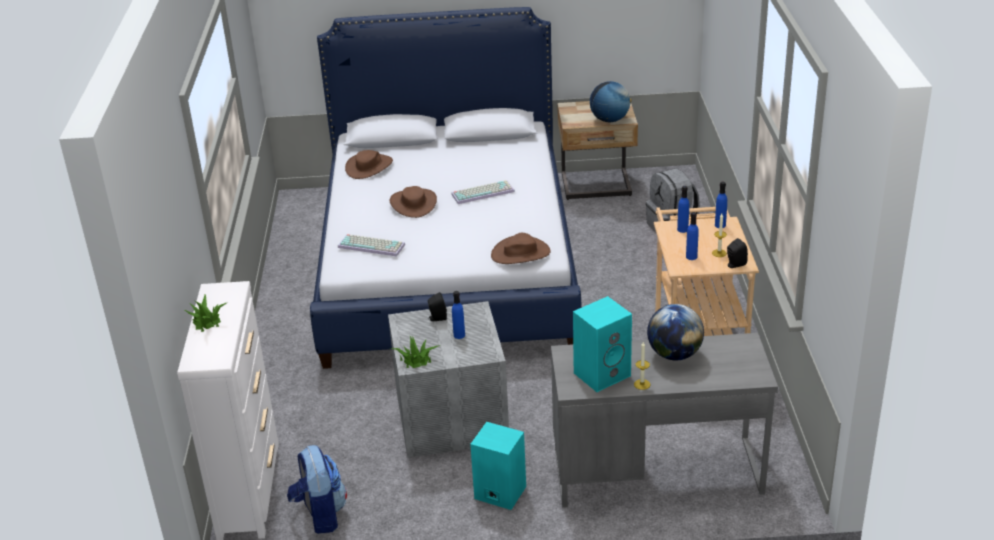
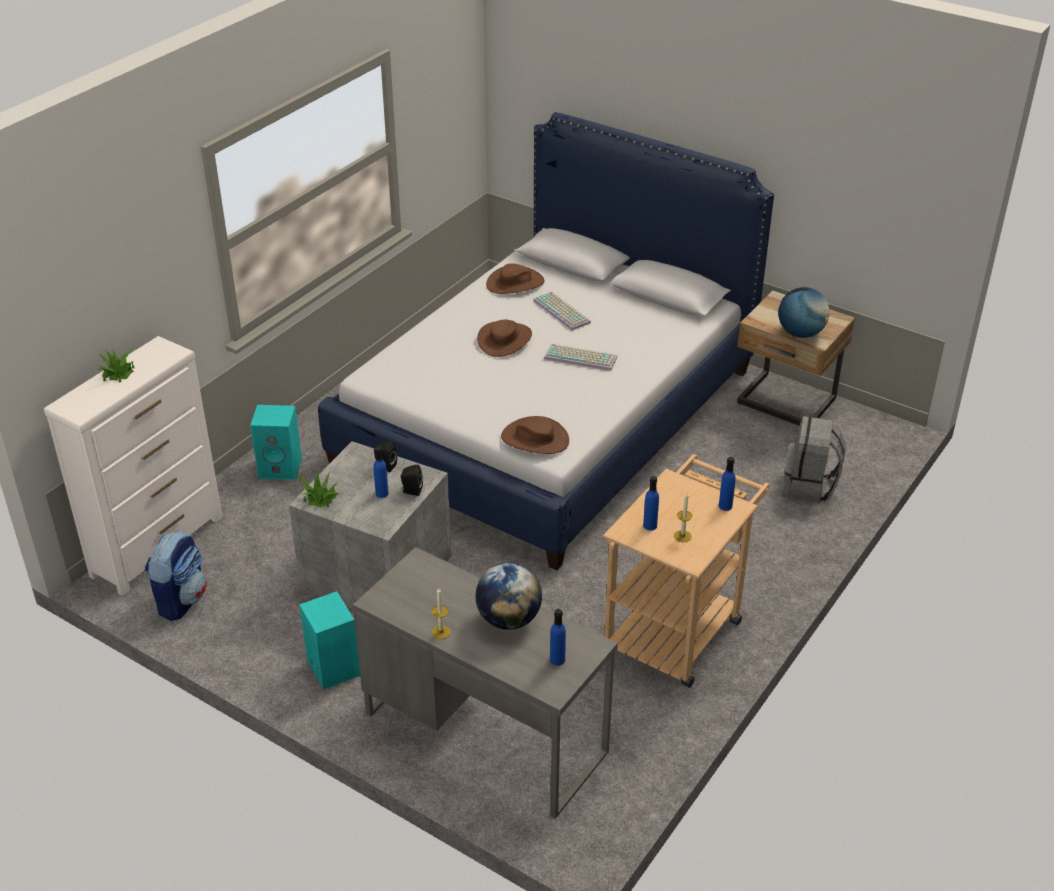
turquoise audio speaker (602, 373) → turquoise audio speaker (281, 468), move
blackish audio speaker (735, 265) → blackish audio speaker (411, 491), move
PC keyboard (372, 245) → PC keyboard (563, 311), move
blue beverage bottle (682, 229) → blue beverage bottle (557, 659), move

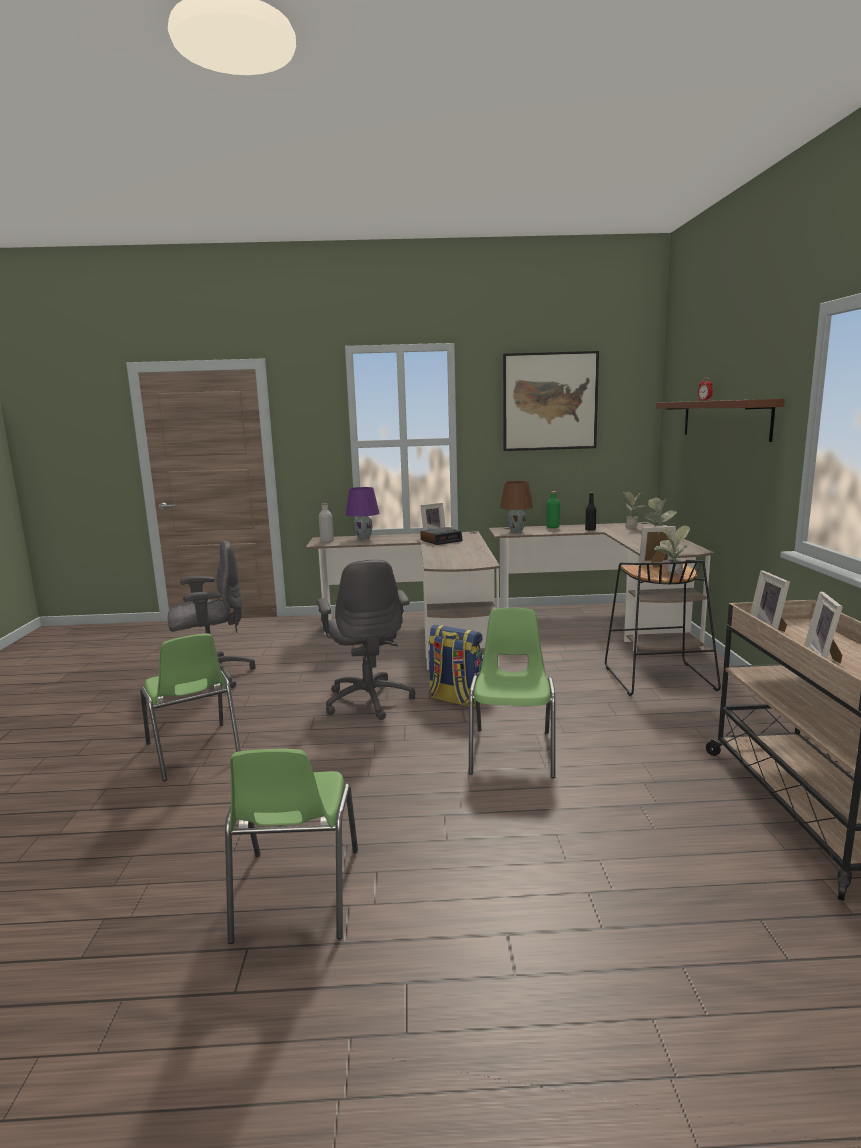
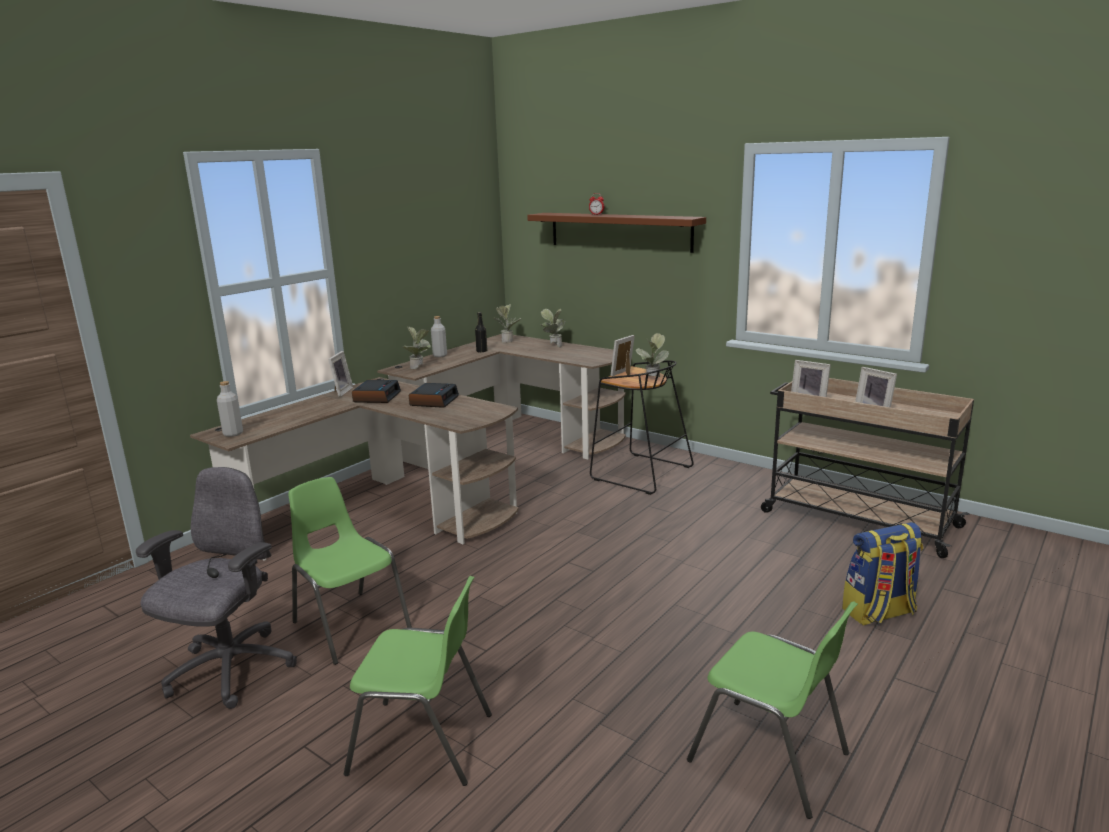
green-coloured upright chair (513, 751) → green-coloured upright chair (350, 624), move
brownish tabletop lamp (516, 531) → houseplant (419, 368)
- → table clock (434, 401)
green-coloured beverage bottle (553, 527) → grey beverage bottle (440, 356)
rucksack (455, 699) → rucksack (879, 613), move
grey desk chair (369, 700) → -
purple tabletop lamp (364, 538) → -
picture (550, 401) → -

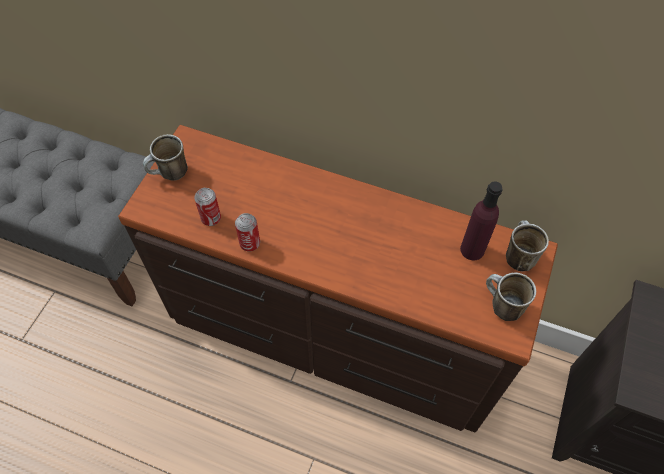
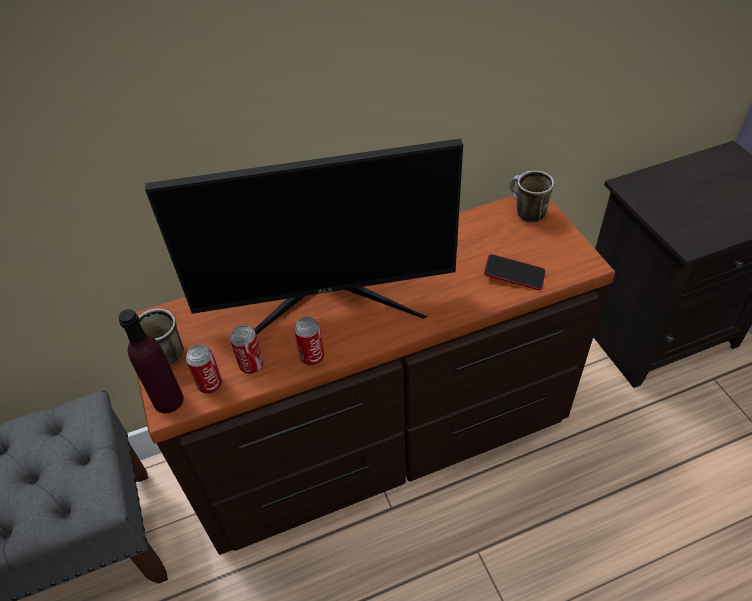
purple beverage bottle (472, 250) → purple beverage bottle (168, 400), move
- → computer display (327, 301)
- → can (210, 384)
- → handset (514, 275)
mug (500, 306) → -

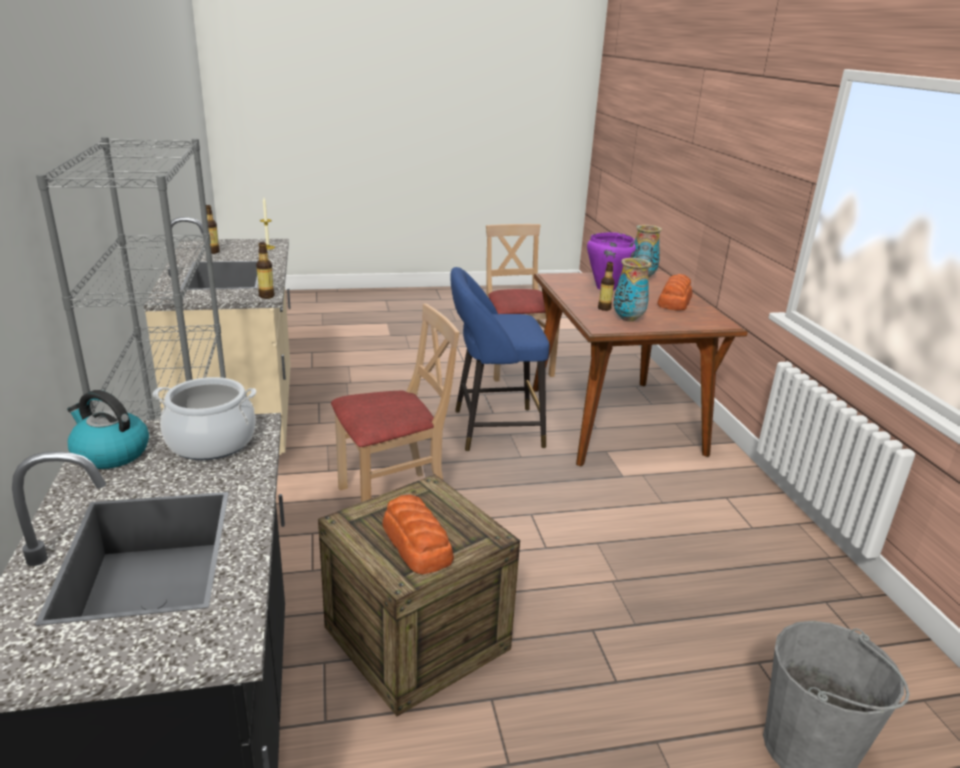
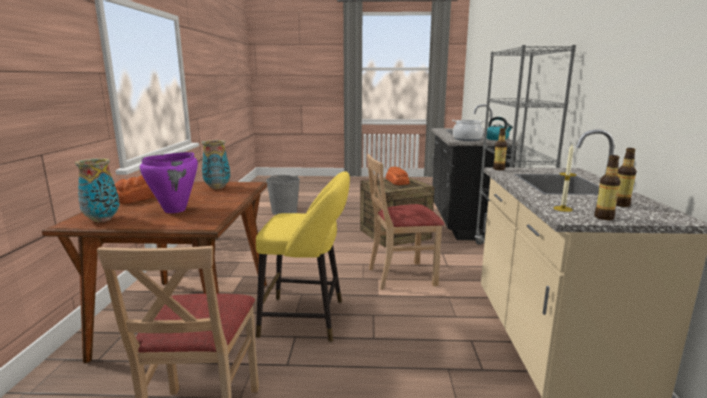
blue stool seat (492, 429) → yellowish stool seat (308, 318)
beverage bottle (604, 308) → beverage bottle (604, 217), move

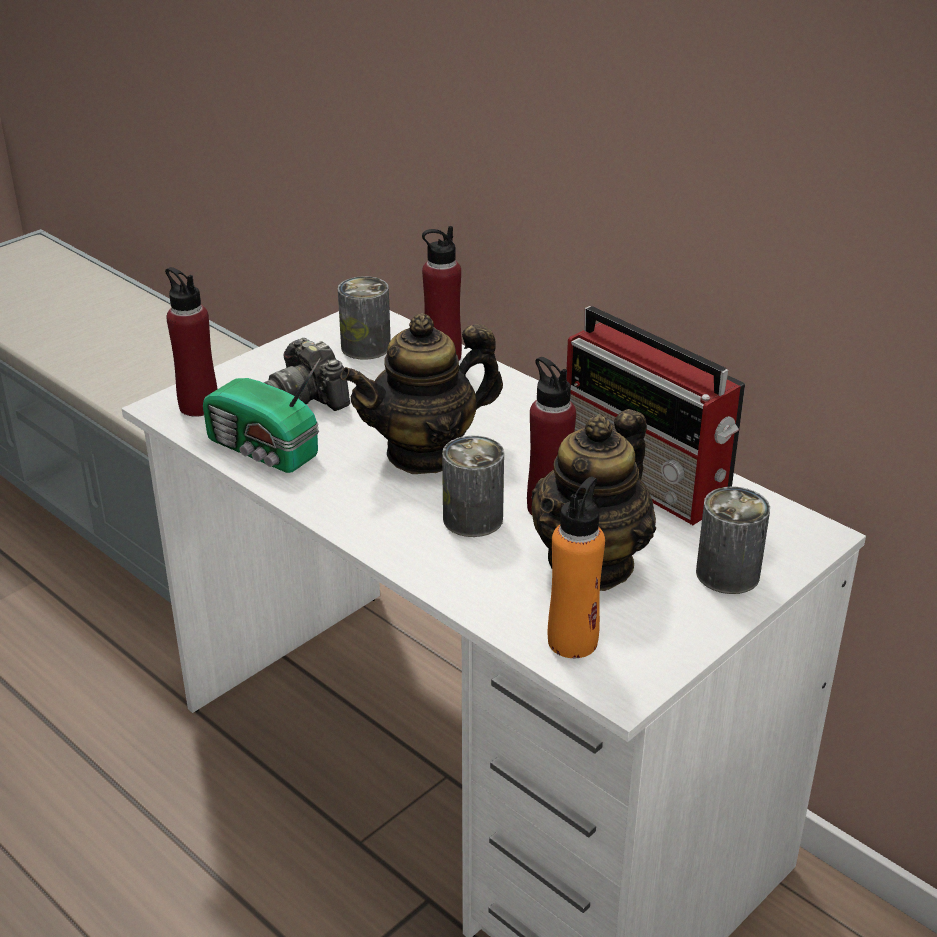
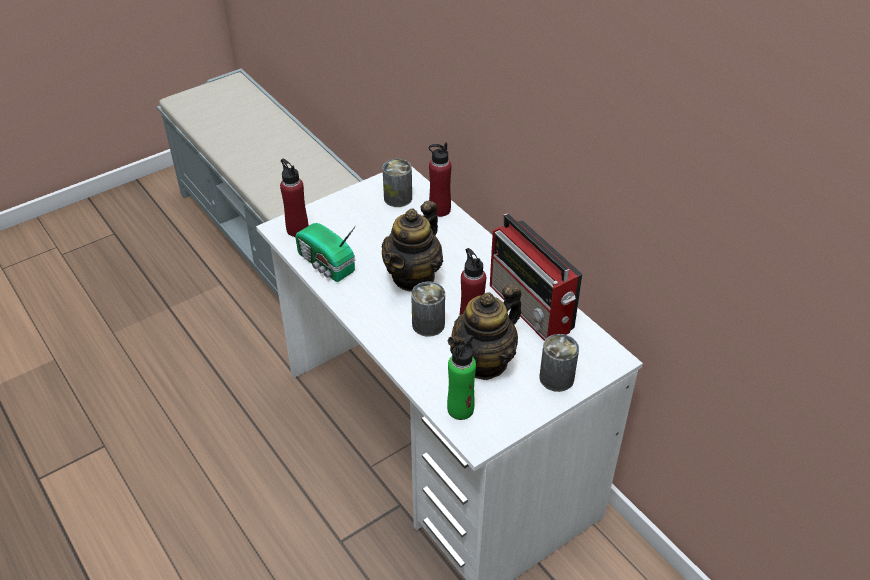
pot for tea (425, 452) → pot for tea (413, 276), 45 degrees counterclockwise
orangey beverage bottle (573, 641) → green-coloured beverage bottle (460, 409)
photo camera (307, 398) → -

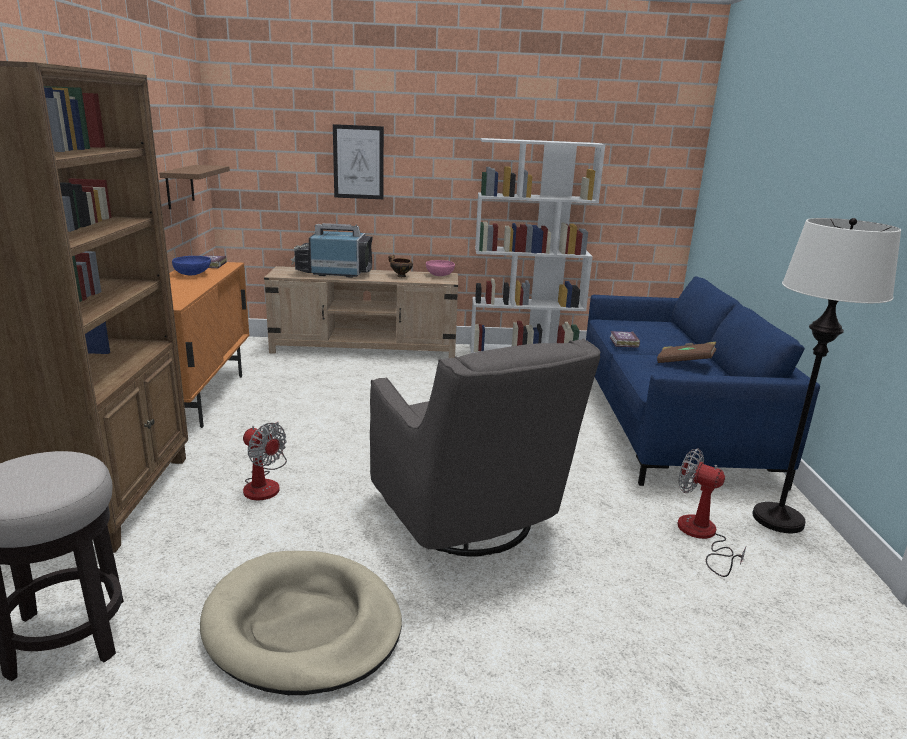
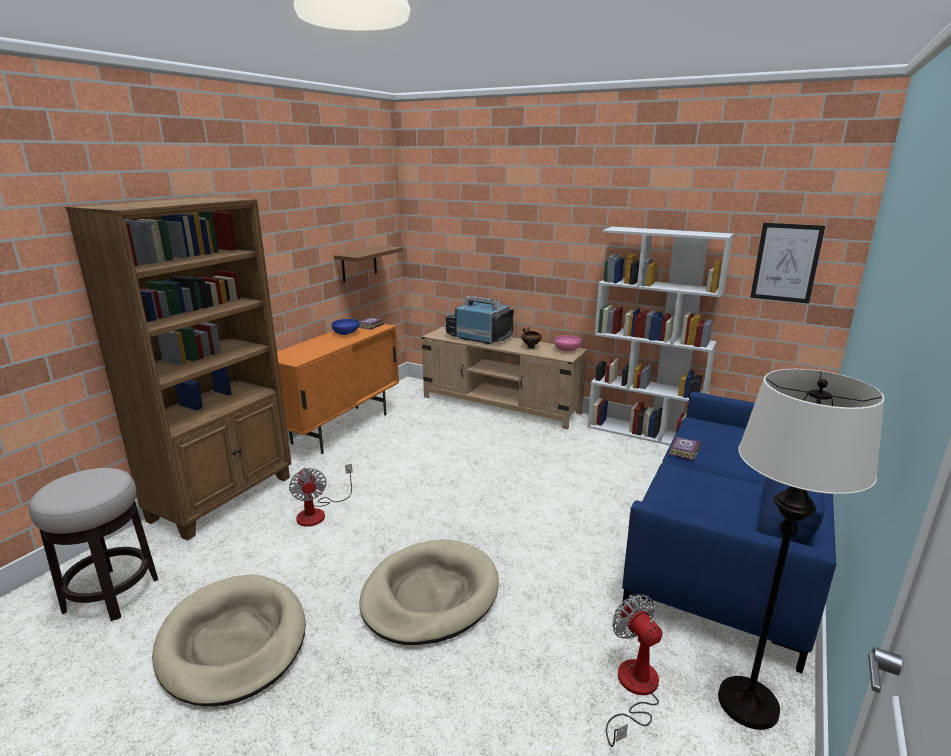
grey easy chair (470, 522) → beige-coloured pet bed (430, 595)
picture (358, 162) → picture (786, 263), move
brownish book (684, 363) → -

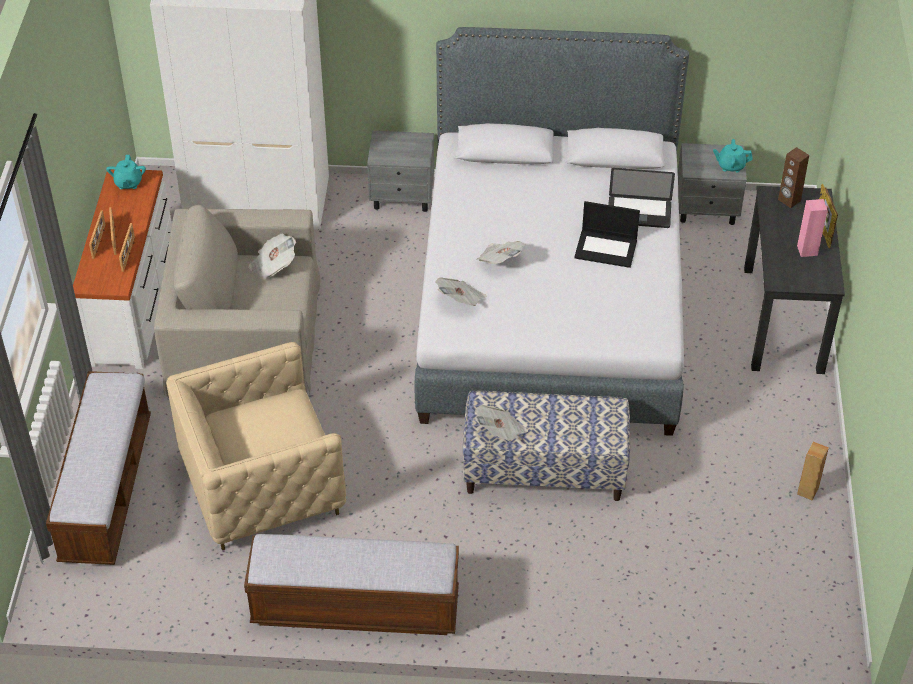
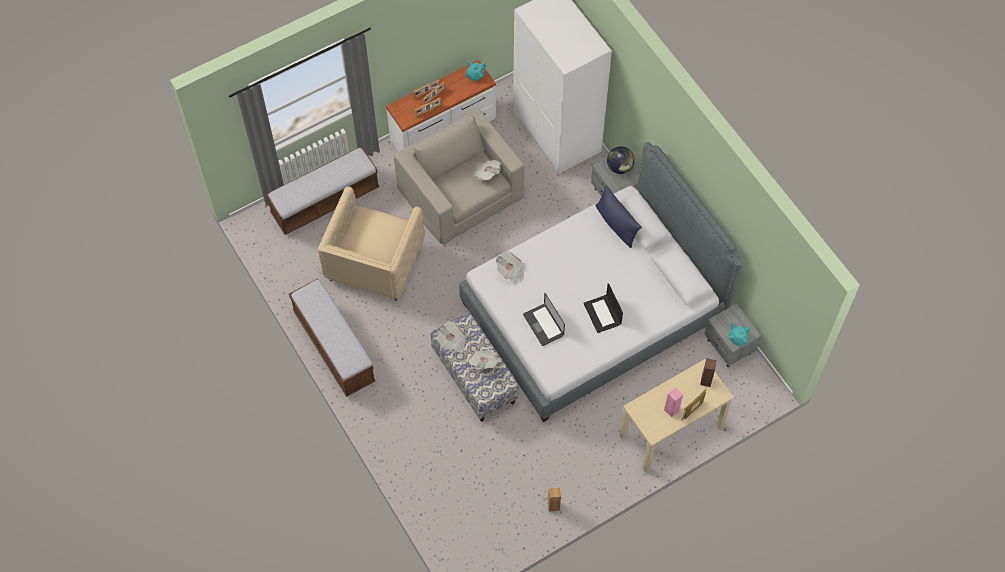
beige-coloured easy chair (262, 485) → beige-coloured easy chair (375, 262), 105 degrees counterclockwise
newspaper (500, 260) → newspaper (484, 362), move
portable computer (639, 213) → portable computer (543, 325), move
- → blue throw pillow (616, 224)
- → world globe (620, 167)
blackish desk table (783, 319) → beige-coloured desk table (671, 431)

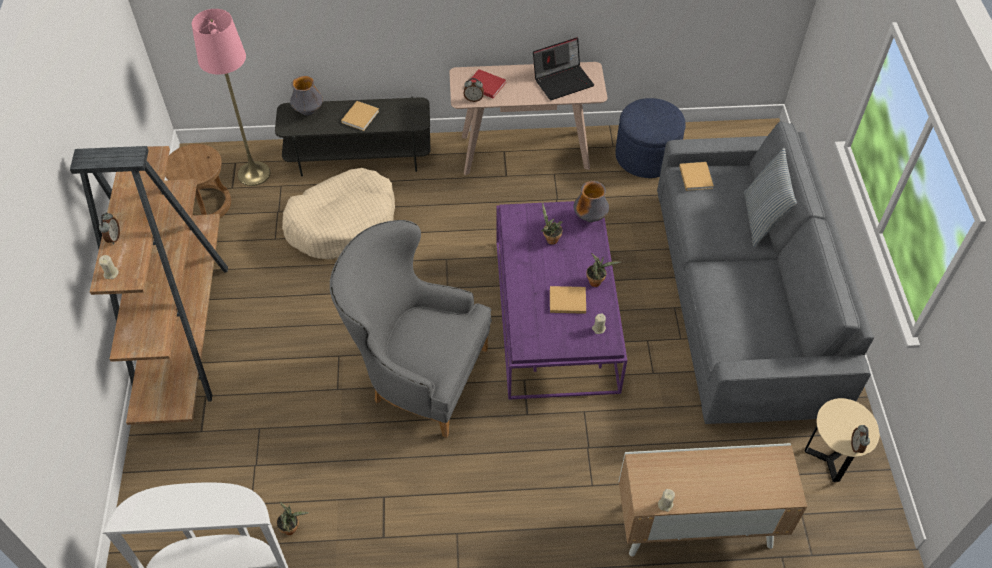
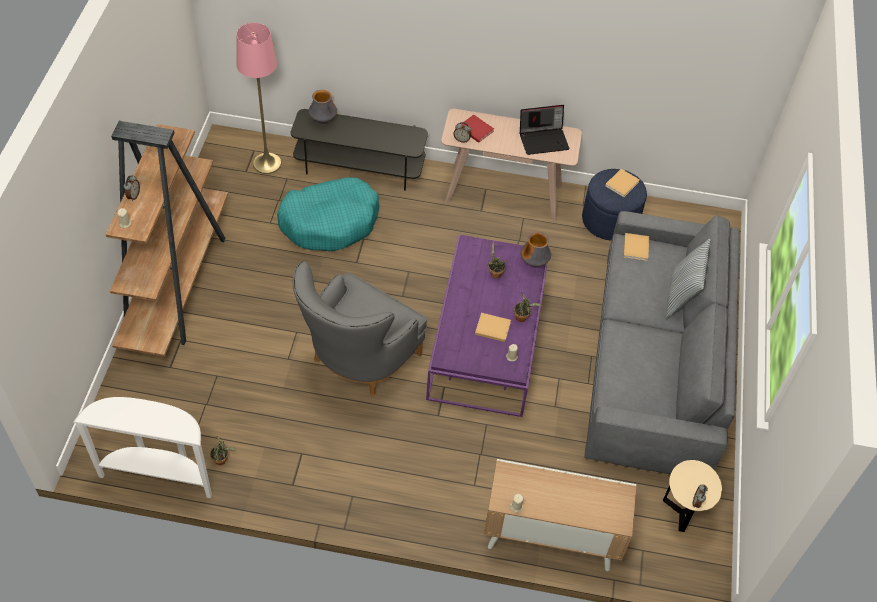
beige-coloured pet bed (343, 223) → turquoise pet bed (330, 222)
grey easy chair (417, 374) → grey easy chair (357, 362), 90 degrees counterclockwise
beige-coloured book (361, 116) → beige-coloured book (622, 183), move
brownish stool seat (205, 204) → -

